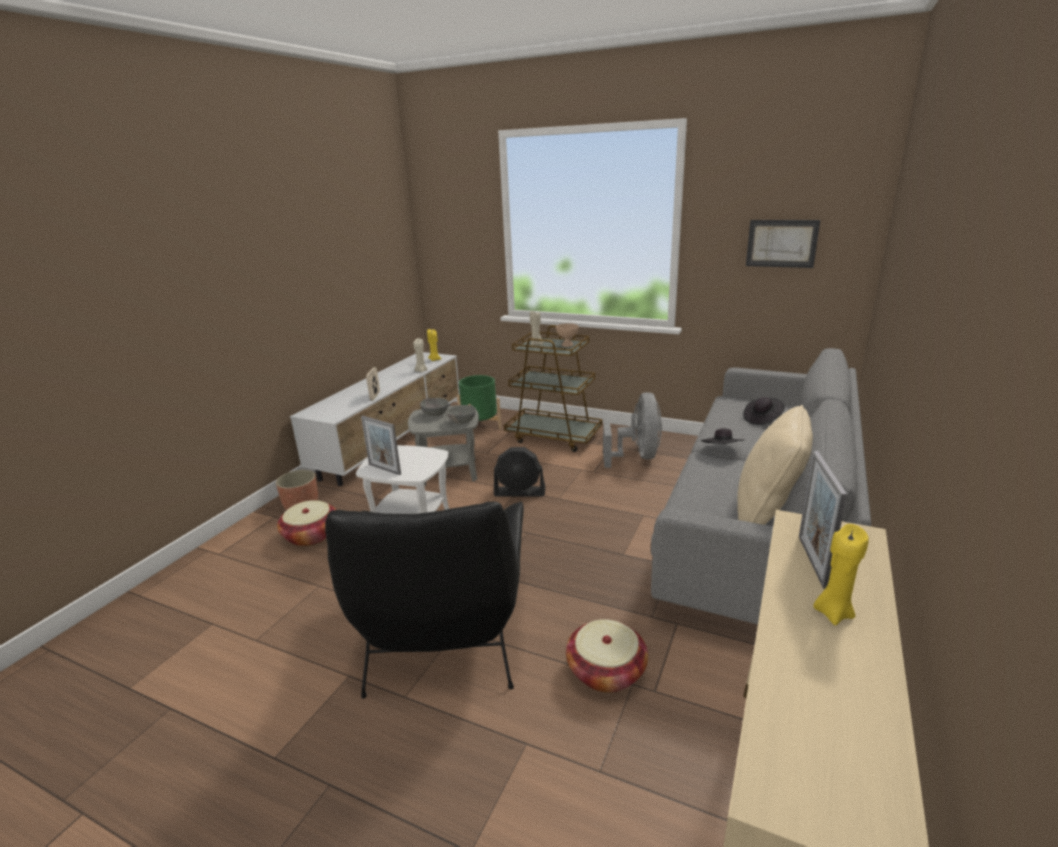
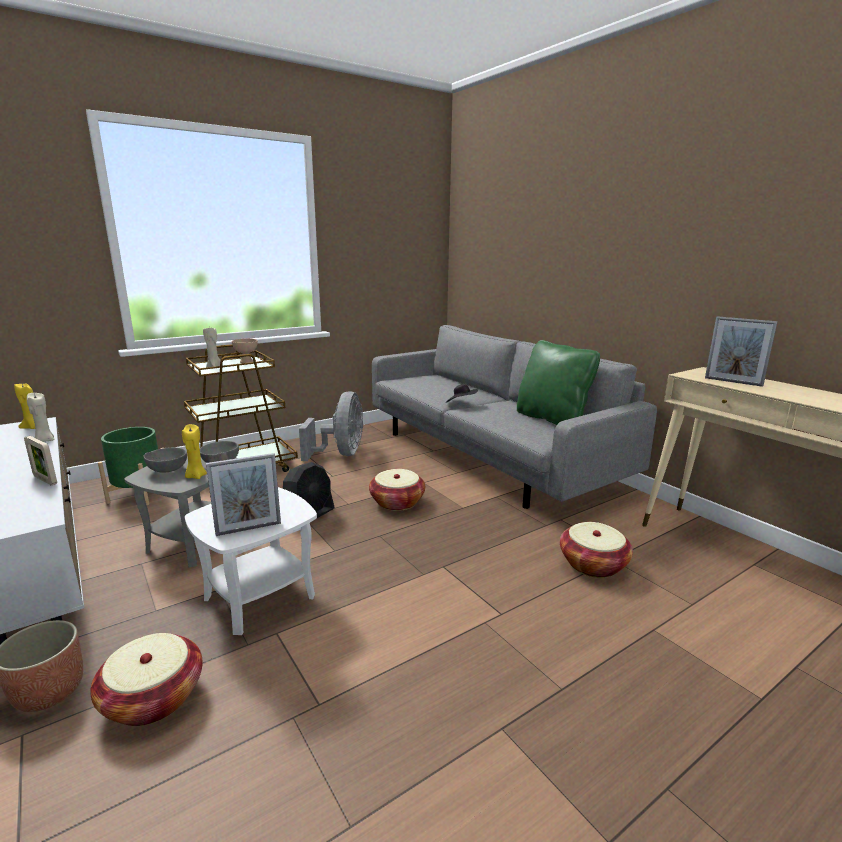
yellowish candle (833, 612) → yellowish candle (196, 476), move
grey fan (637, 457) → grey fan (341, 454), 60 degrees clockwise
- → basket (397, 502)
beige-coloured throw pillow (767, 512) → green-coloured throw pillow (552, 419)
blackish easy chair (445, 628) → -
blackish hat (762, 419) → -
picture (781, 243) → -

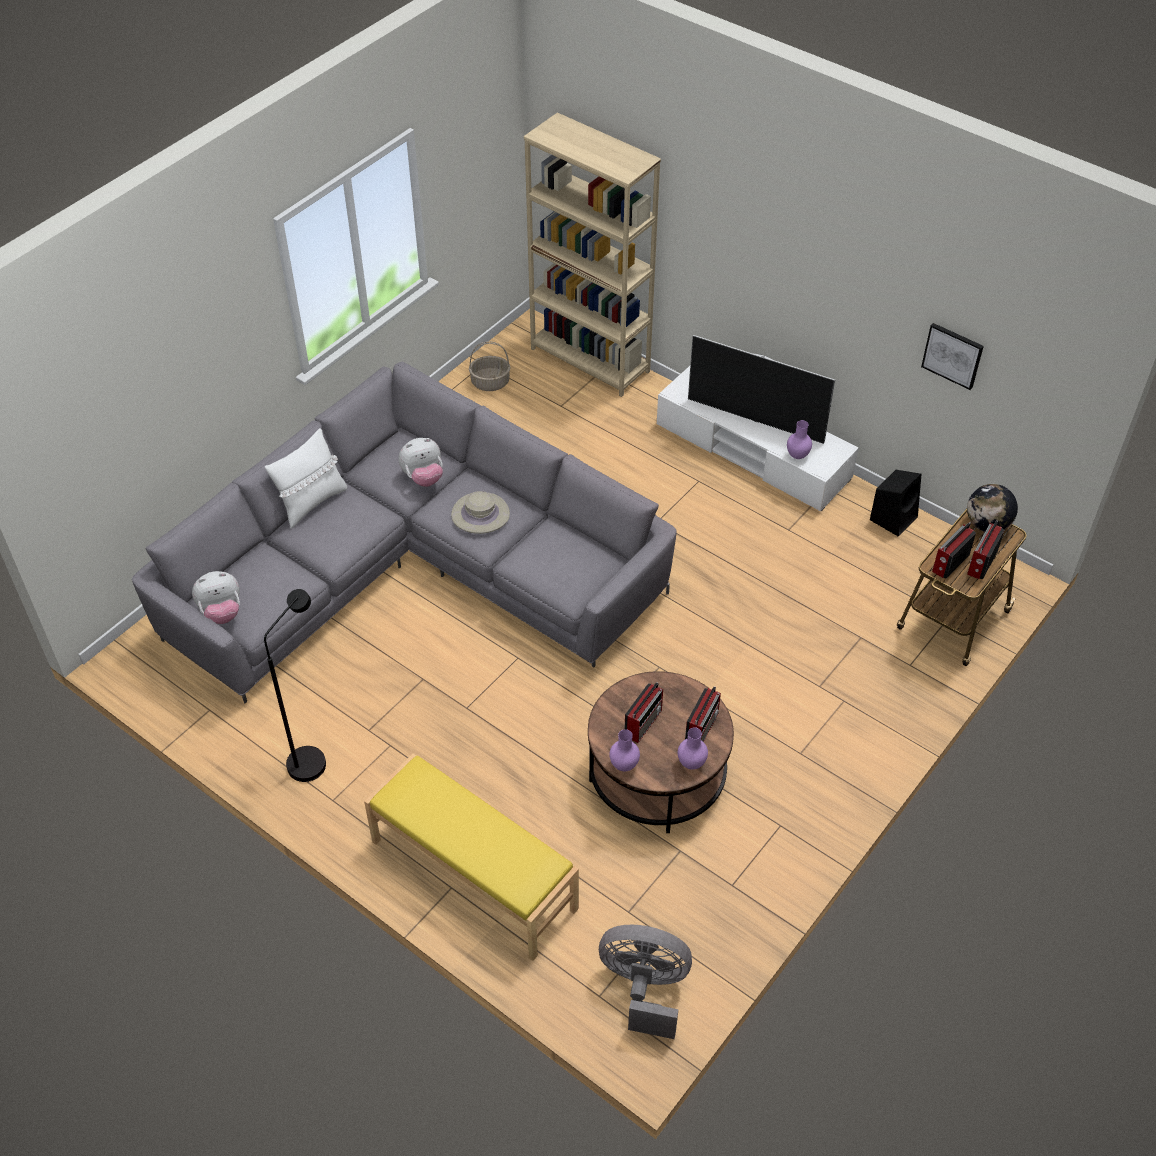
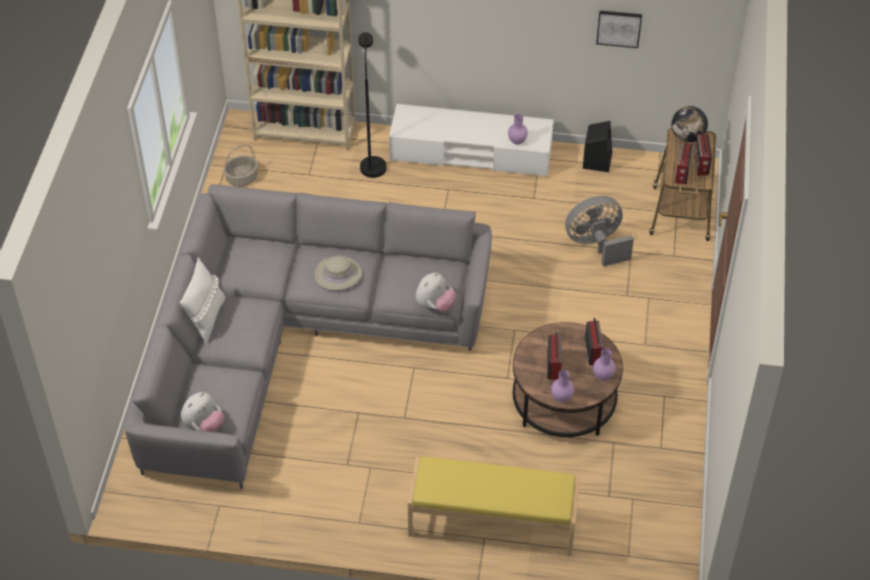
blackish standing lamp (312, 756) → blackish standing lamp (372, 162), move
soft toy (423, 477) → soft toy (435, 305), move
grey fan (644, 988) → grey fan (596, 245), move
TV (755, 420) → -

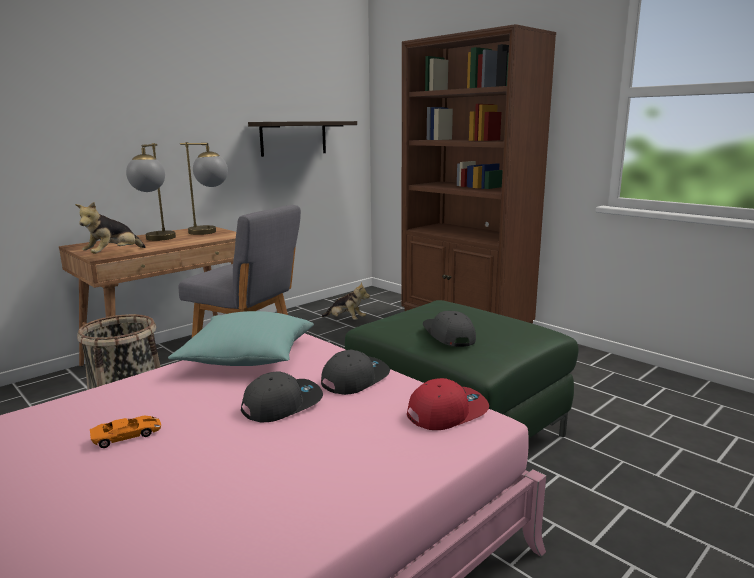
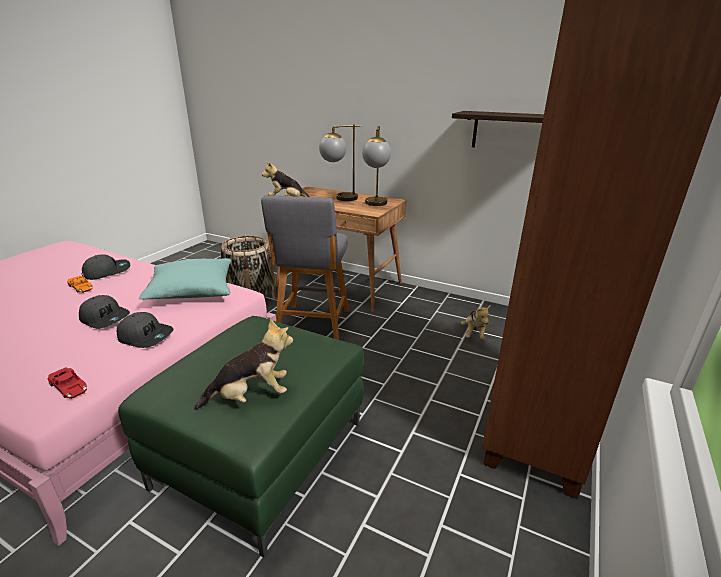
red-coloured peaked cap (446, 412) → red-coloured miniature car (69, 387)
grey peaked cap (448, 336) → grey peaked cap (107, 271), move
- → soft toy (251, 396)

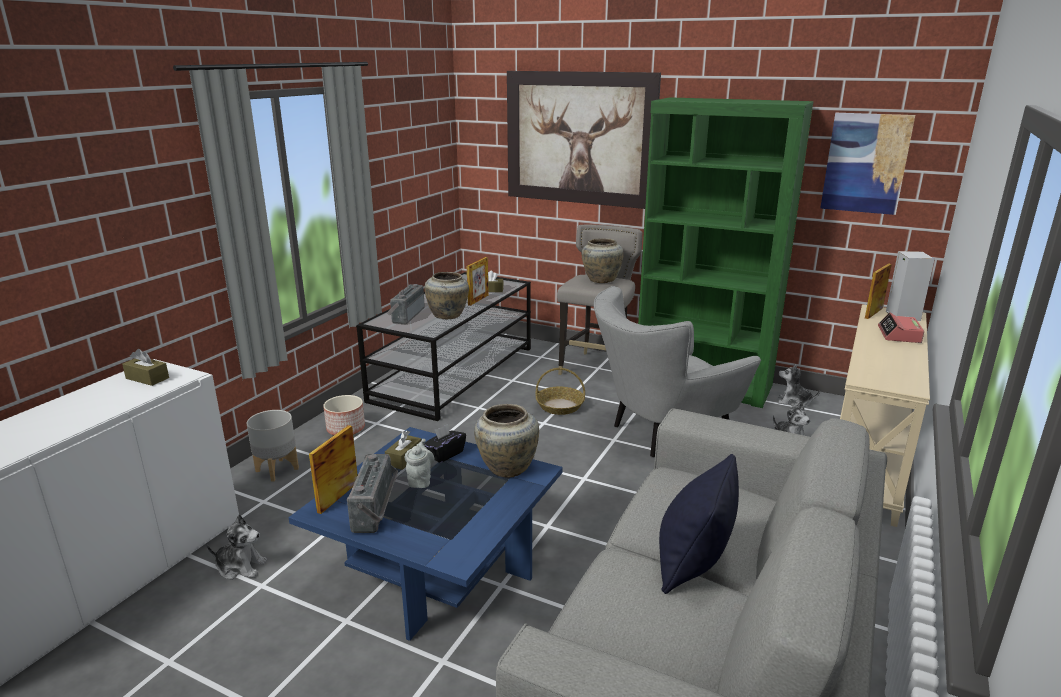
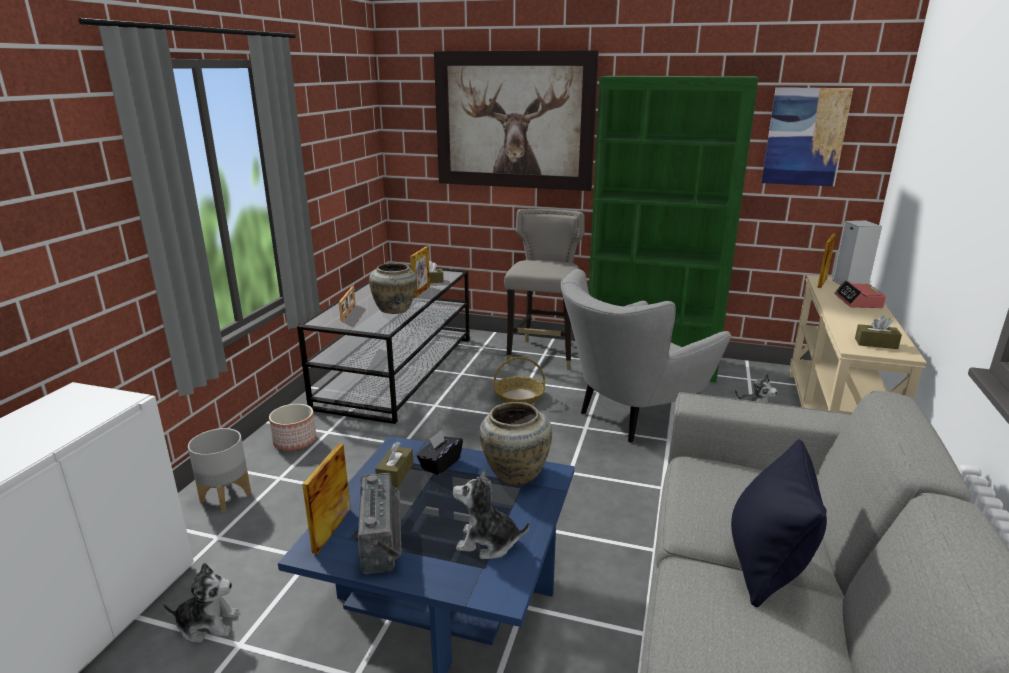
radio set (406, 315) → picture frame (349, 312)
soft toy (793, 402) → soft toy (488, 543), move
brownish box of tissues (147, 378) → brownish box of tissues (876, 343), move
grey pot for tea (420, 480) → -
beige-coloured vase (601, 280) → -

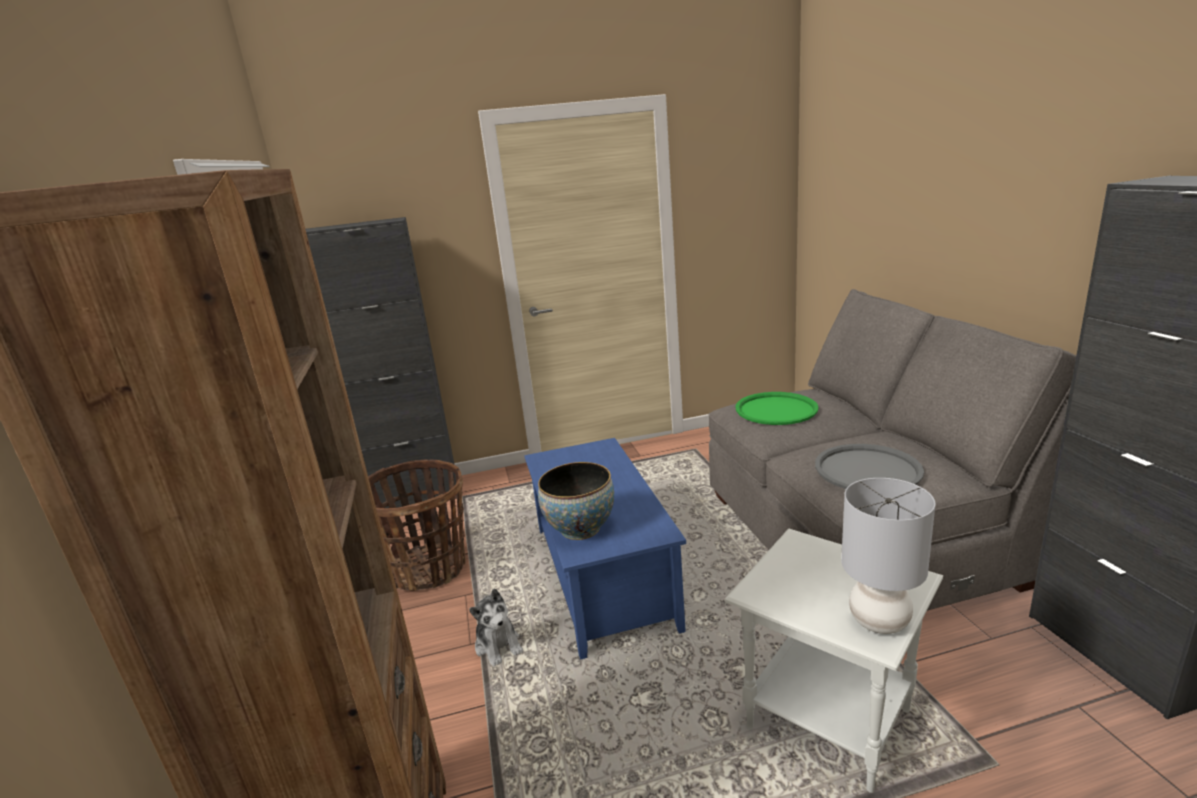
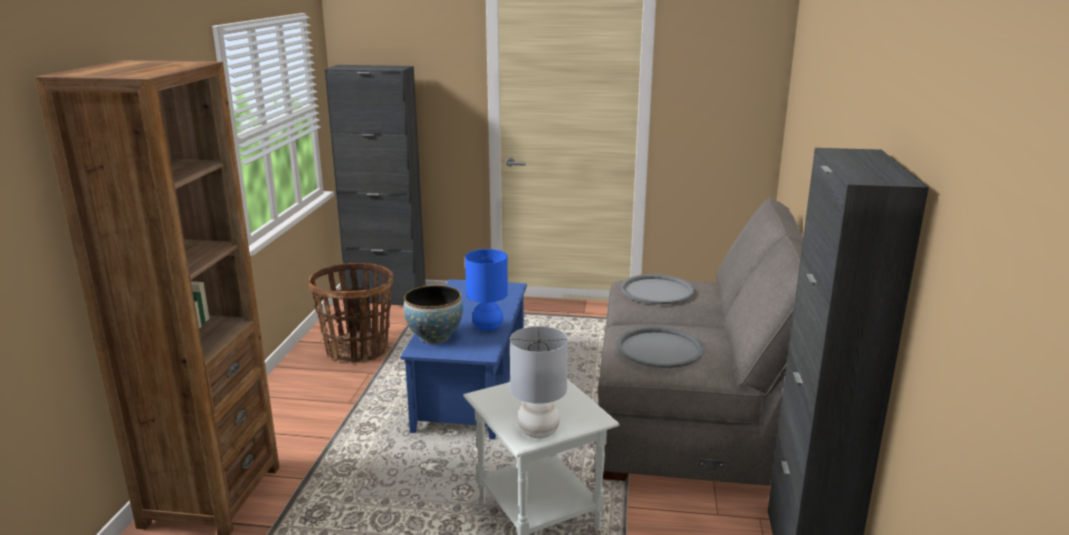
- → blue tabletop lamp (487, 327)
green-coloured serving tray (776, 410) → grey serving tray (657, 290)
soft toy (498, 645) → -

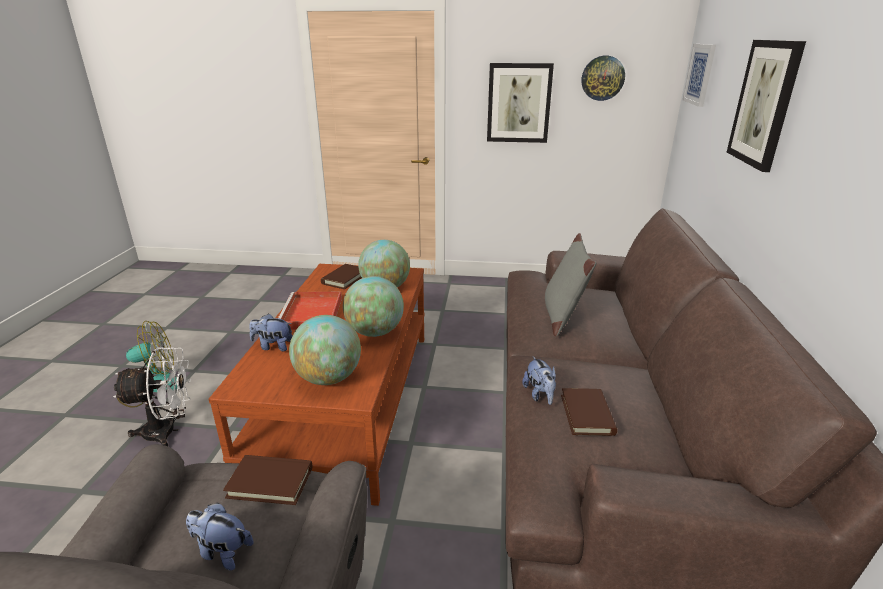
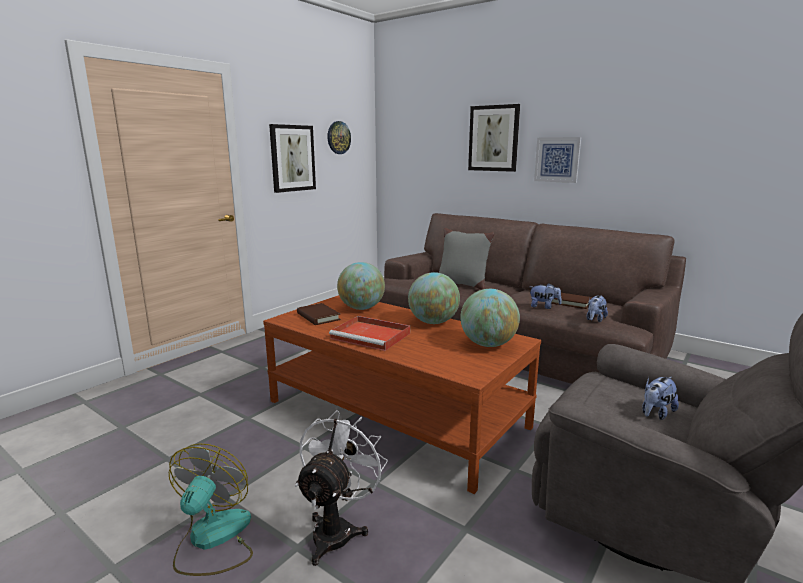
picture (700, 74) → picture (557, 159), move
soft toy (273, 346) → soft toy (595, 319), move
brownish book (270, 482) → -

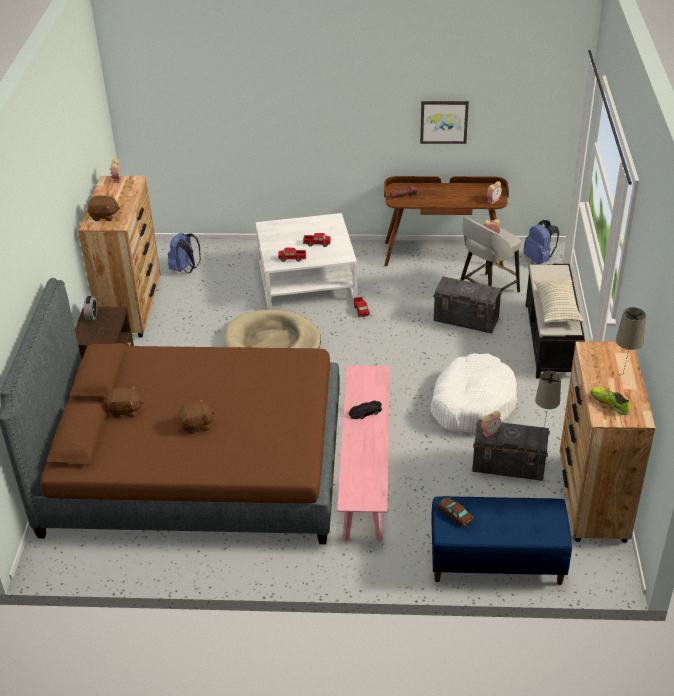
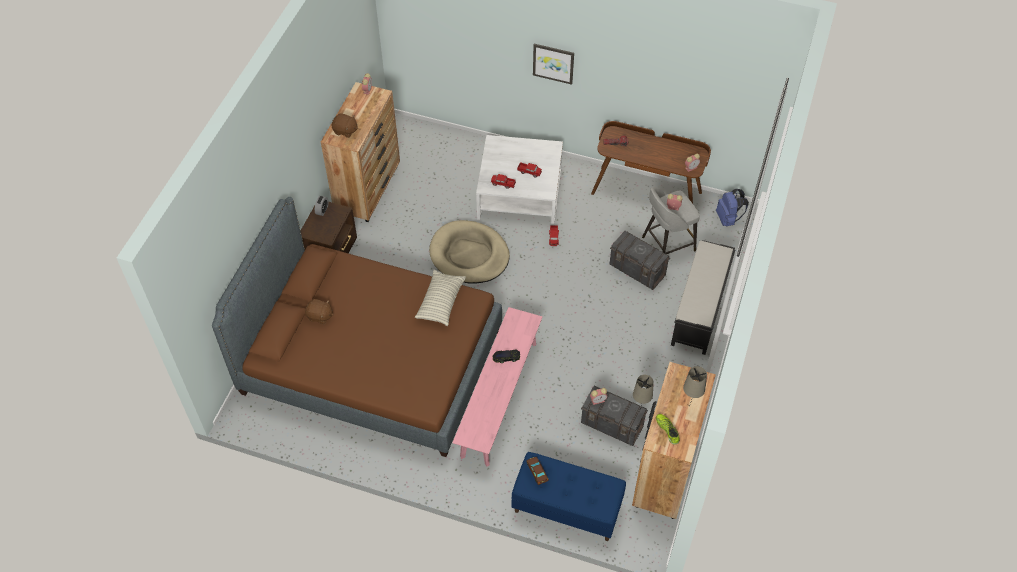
throw pillow (557, 309) → throw pillow (441, 302), move
picture (444, 121) → picture (553, 63), move
blue rucksack (185, 269) → -
brownish soft toy (197, 425) → -
whitish pet bed (472, 404) → -

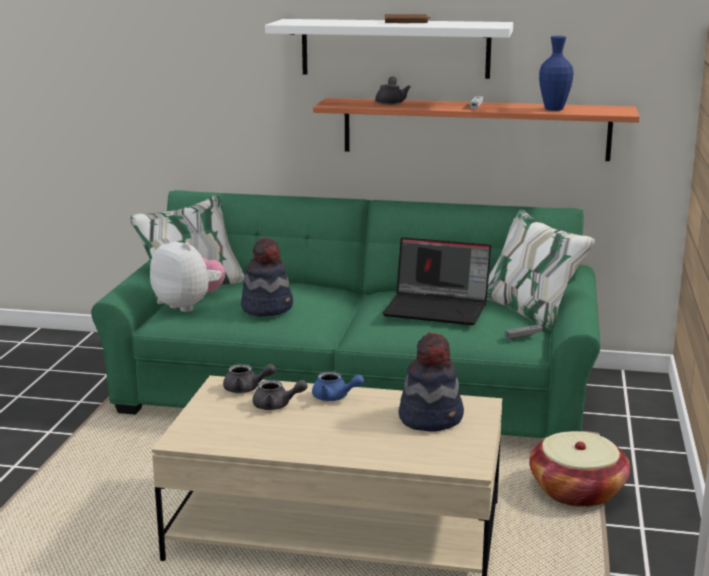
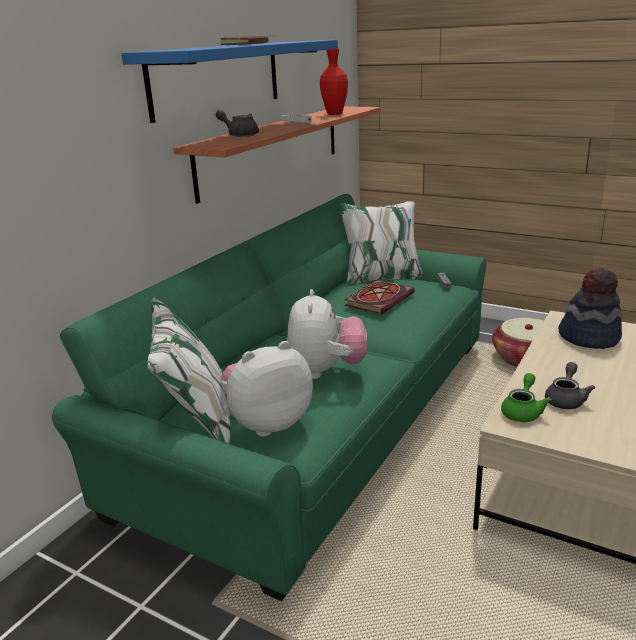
whitish wall shelf (395, 48) → blue wall shelf (217, 78)
hat (267, 307) → soft toy (326, 371)
blue vase (554, 109) → red-coloured vase (334, 114)
portable computer (438, 308) → book (379, 299)
grey pot for tea (246, 389) → green-coloured pot for tea (523, 411)
blue pot for tea (335, 397) → -

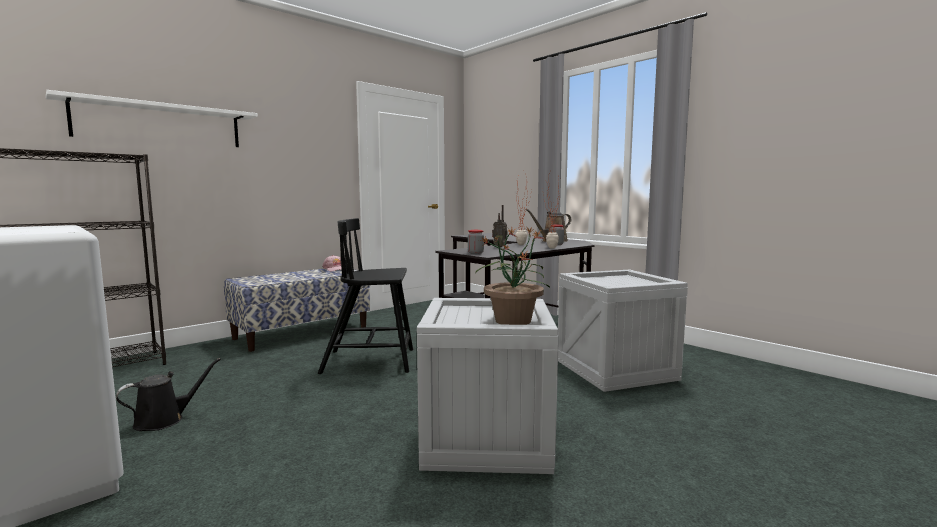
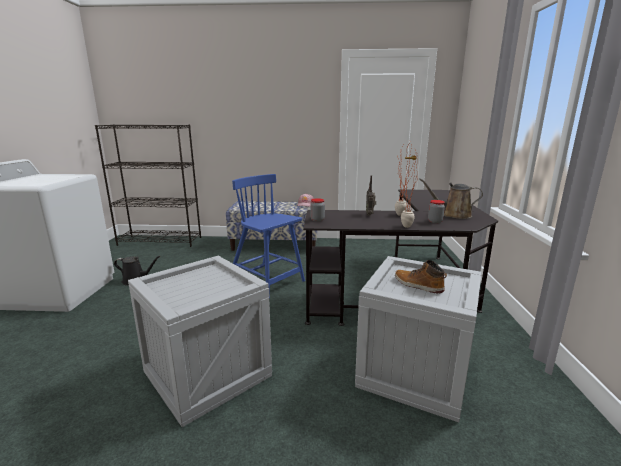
blackish upright chair (371, 361) → blue upright chair (267, 281)
- → high-top boot (418, 285)
whitish wall shelf (160, 124) → -
houseplant (512, 320) → -

